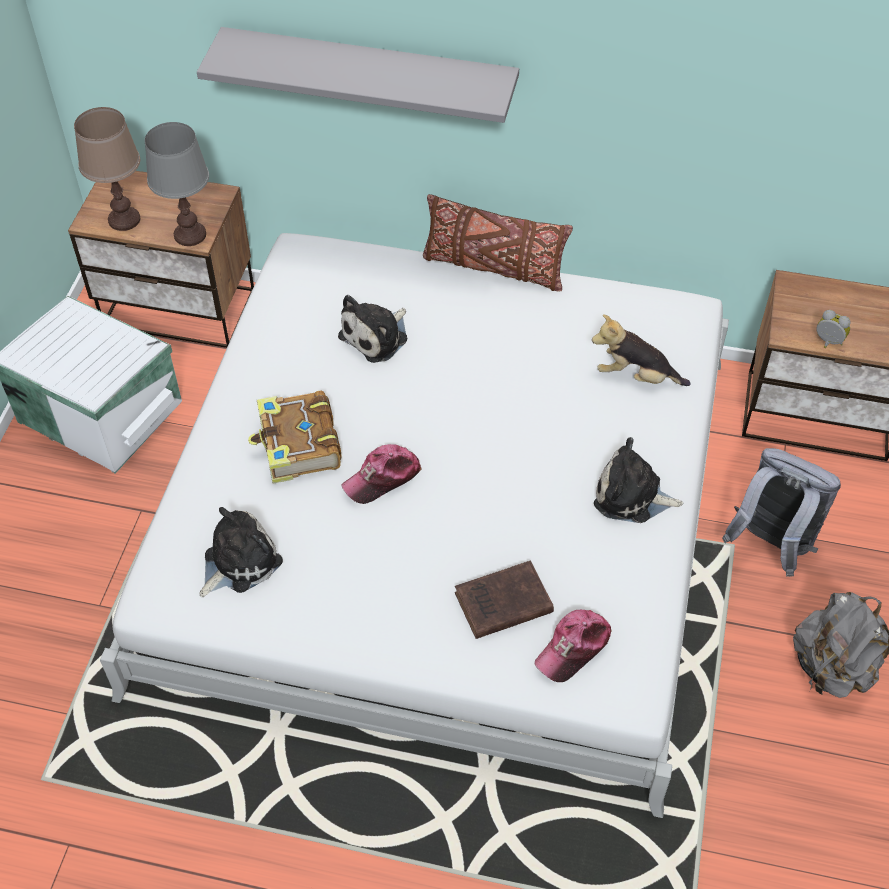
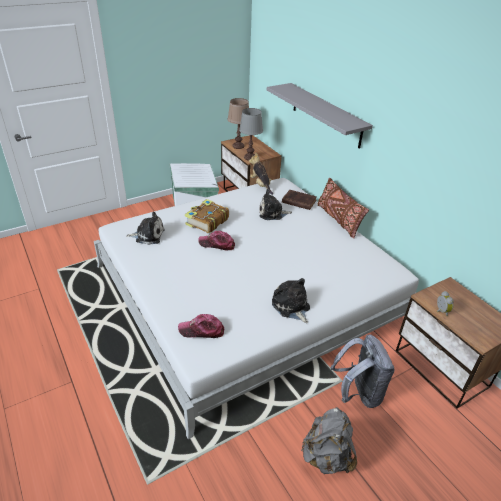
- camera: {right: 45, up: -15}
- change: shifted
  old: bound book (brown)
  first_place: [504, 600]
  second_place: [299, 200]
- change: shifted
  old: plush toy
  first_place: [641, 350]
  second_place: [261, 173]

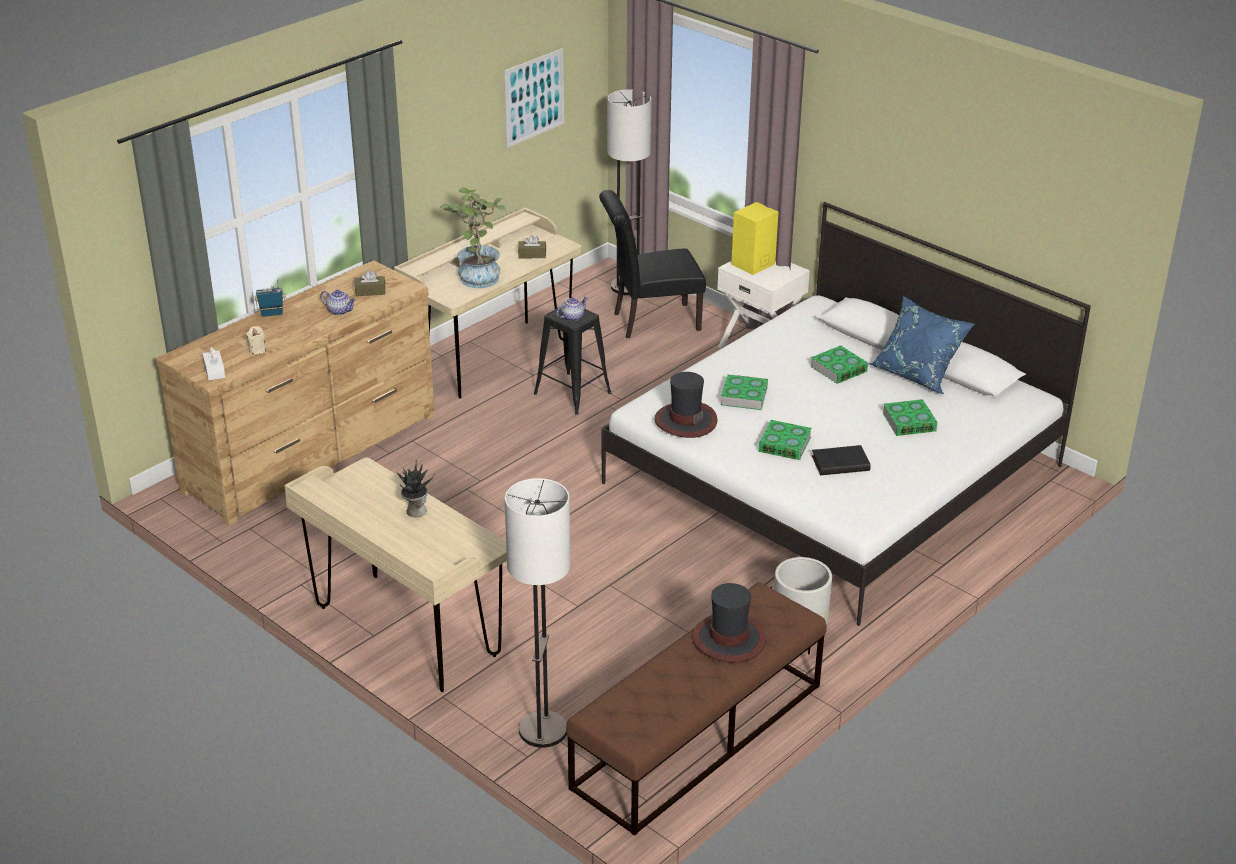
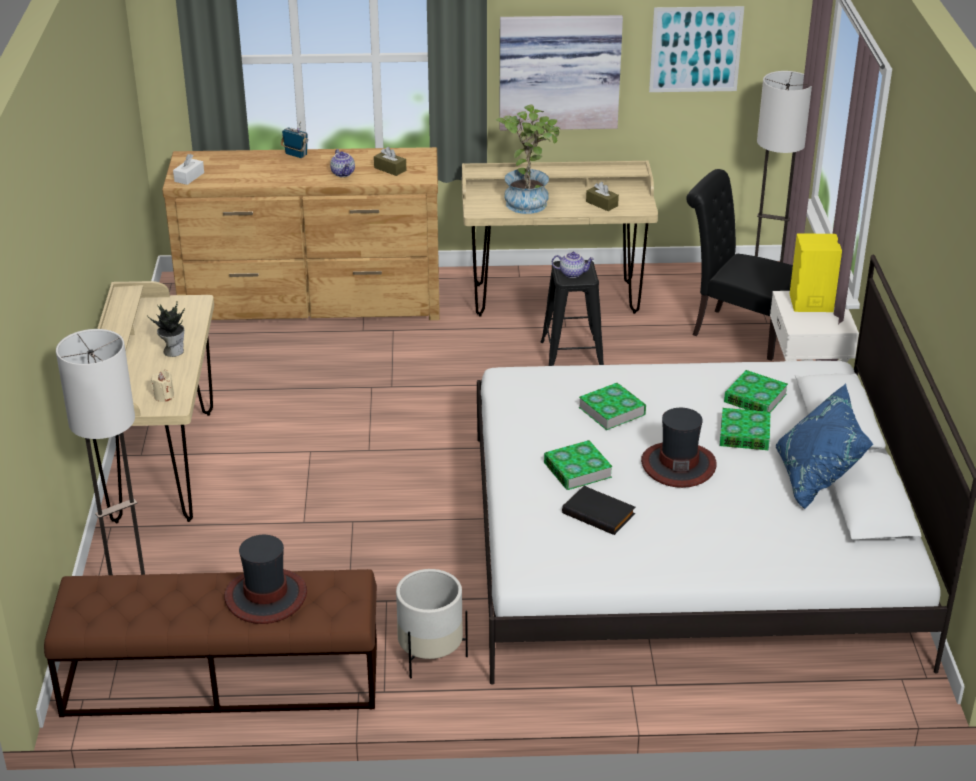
- camera: {right: 45, up: 0}
- change: new
  new: wall picture
  second_place: [561, 72]
- change: shifted
  old: wax light (beige)
  first_place: [256, 340]
  second_place: [162, 386]
- change: shifted
  old: clothing hat
  first_place: [686, 405]
  second_place: [679, 448]
- change: shifted
  old: bound book
  first_place: [910, 417]
  second_place: [756, 391]

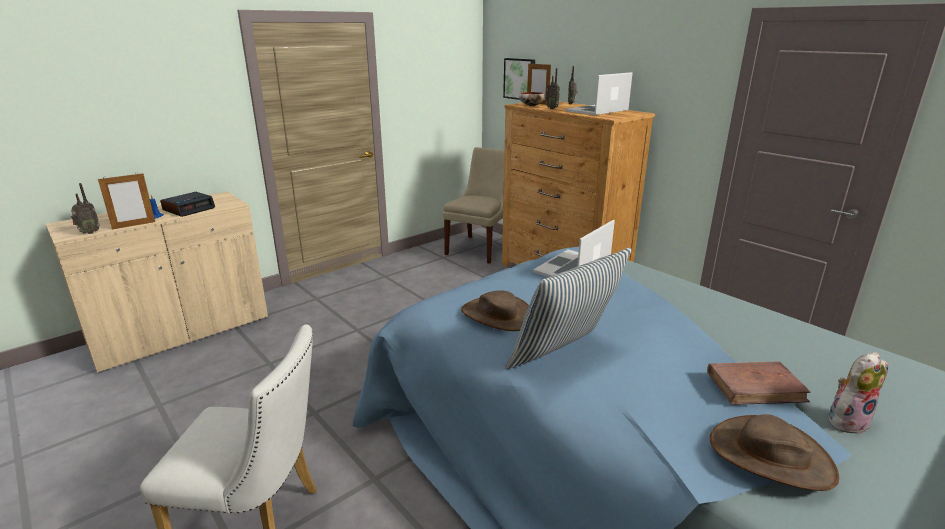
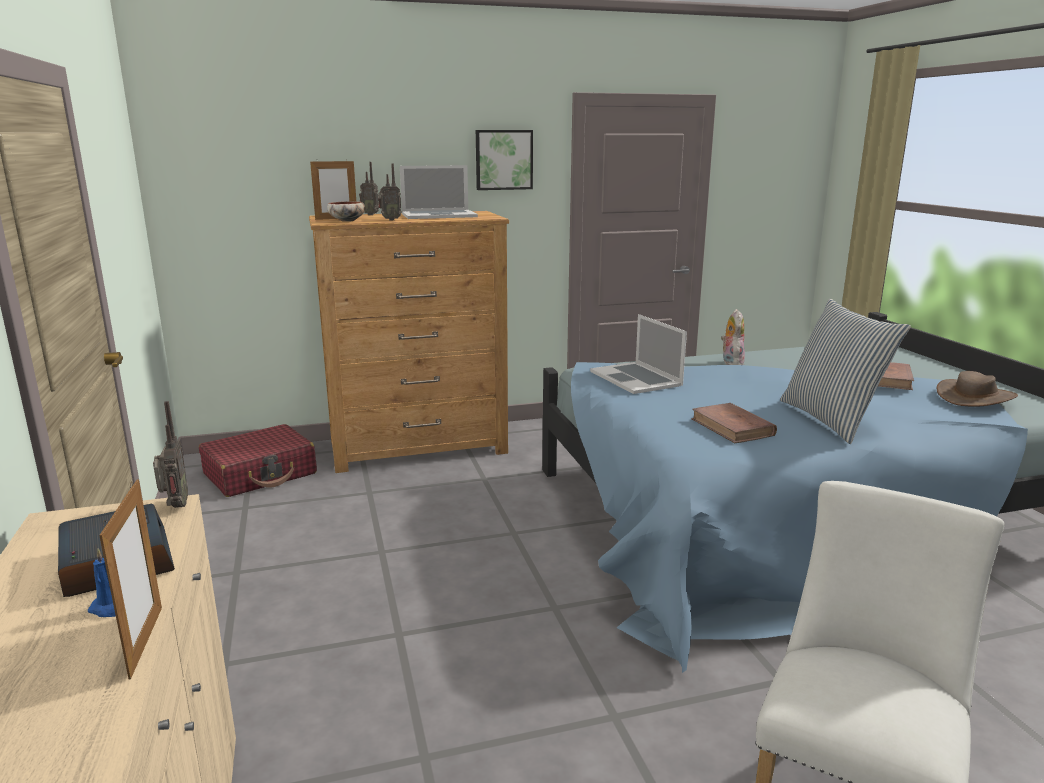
- camera: {right: -65, up: -5}
- change: shifted
  old: radio
  first_place: [85, 208]
  second_place: [170, 454]
- change: shifted
  old: wall picture
  first_place: [519, 79]
  second_place: [504, 160]
- change: shifted
  old: plush toy
  first_place: [858, 393]
  second_place: [733, 337]
- change: swapped
  old: chair (beige)
  new: travel case (red-coloured)
  first_place: [474, 205]
  second_place: [258, 460]
- change: swapped
  old: clothing hat (brown)
  new: bound book (brown)
  first_place: [495, 310]
  second_place: [734, 423]
- change: rotated
  old: laptop
  first_place: [599, 93]
  second_place: [439, 192]
  degrees: -90

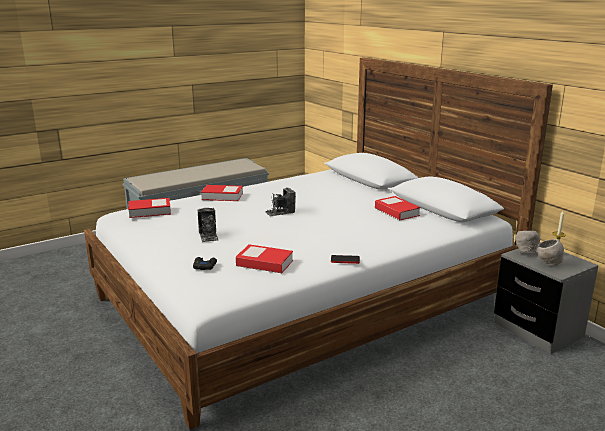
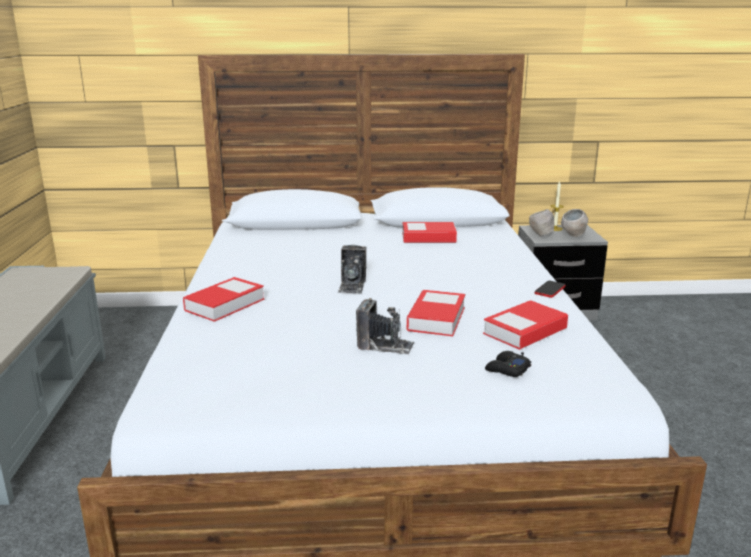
- camera: {right: -60, up: 0}
- change: shifted
  old: bound book
  first_place: [149, 208]
  second_place: [436, 313]

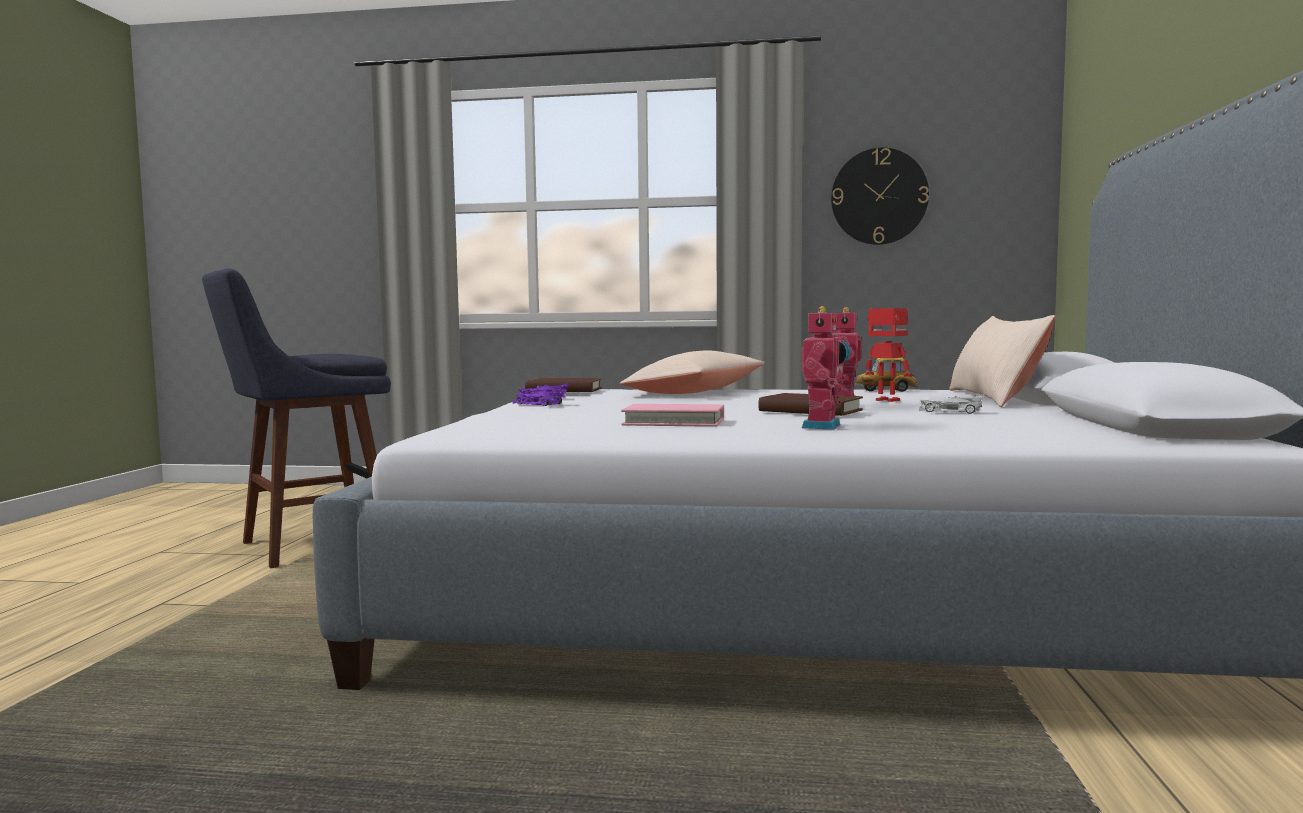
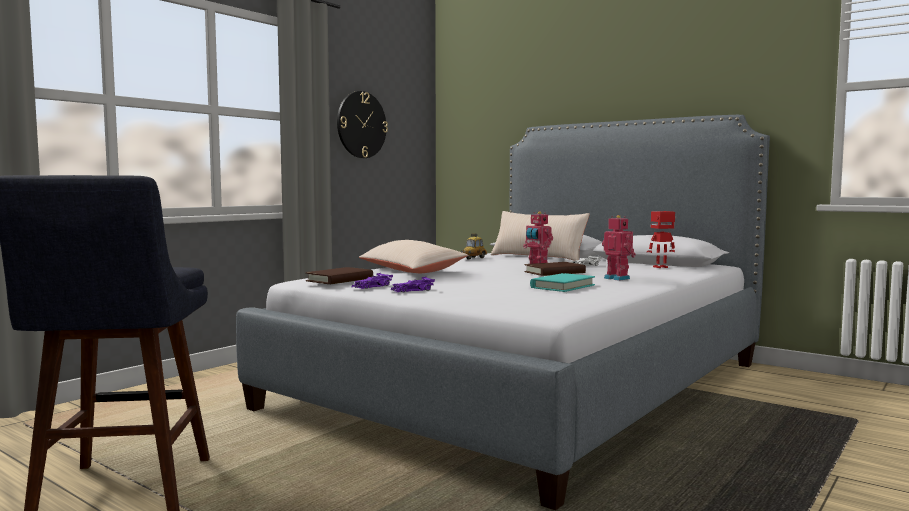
- camera: {right: -60, up: 0}
- change: shifted
  old: robot figure
  first_place: [888, 355]
  second_place: [661, 239]
- change: repainted
  old: bound book (pink-coloured)
  new: bound book (blue-green)
  first_place: [672, 415]
  second_place: [562, 282]

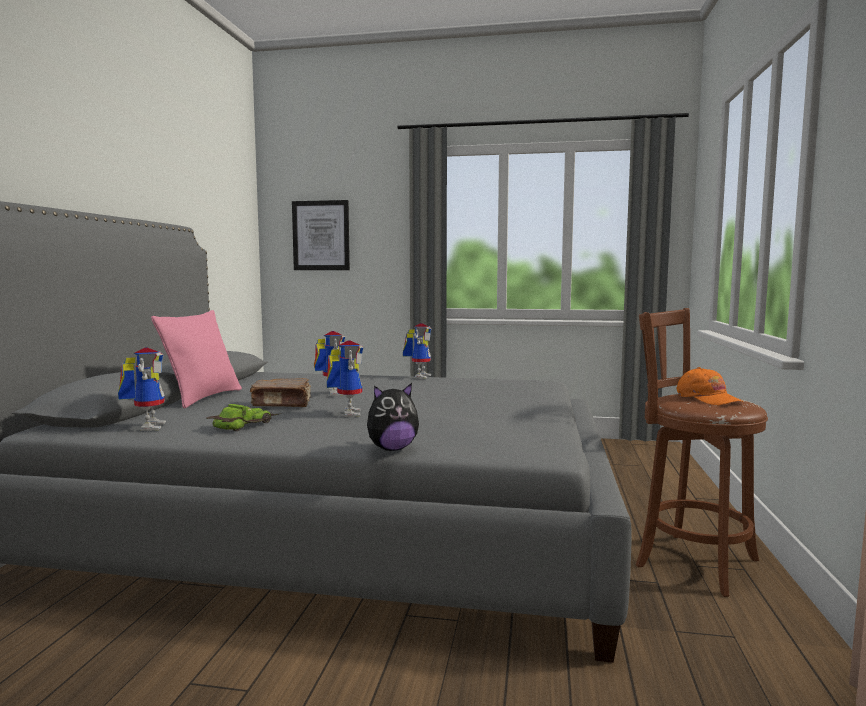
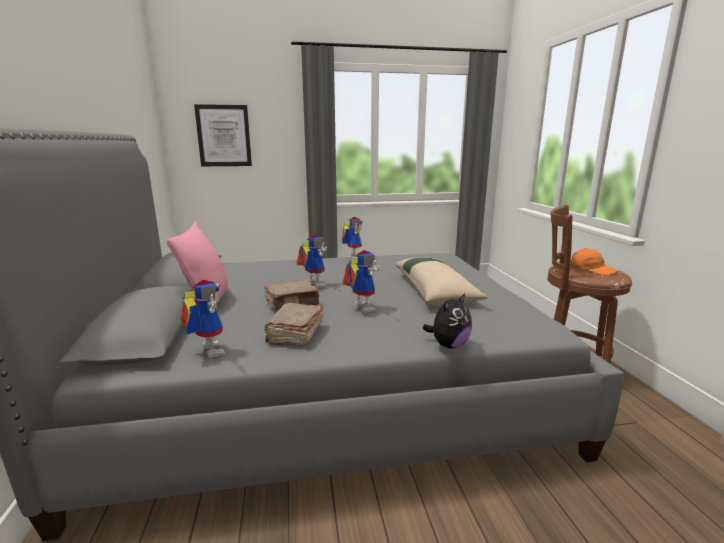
- camera: {right: -20, up: 10}
- change: new
  new: throw pillow (beige)
  second_place: [442, 281]
- change: swapped
  old: miniature car
  new: bound book (brown)
  first_place: [243, 417]
  second_place: [294, 325]

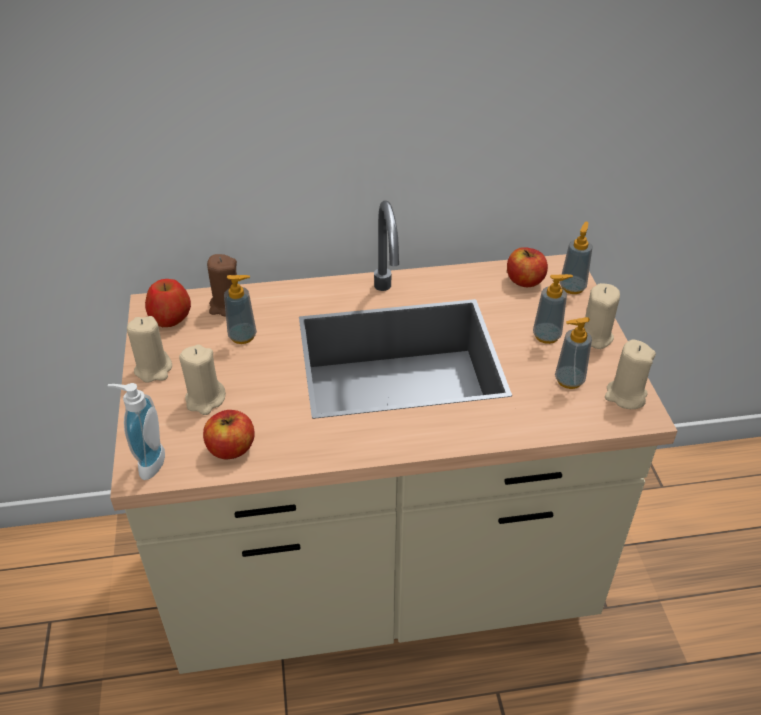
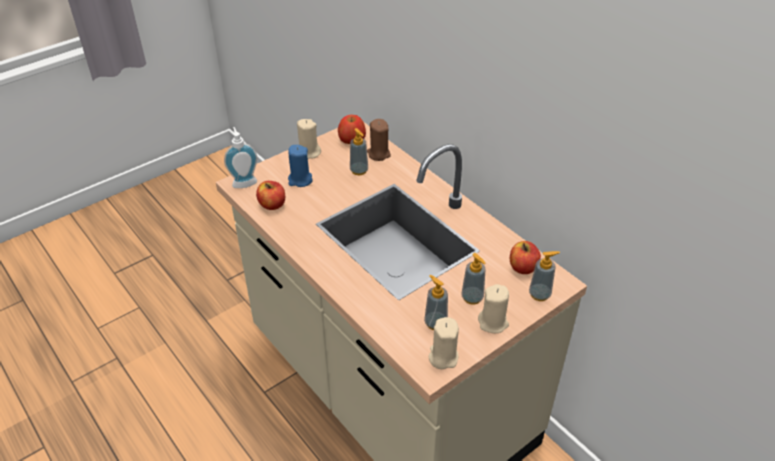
- camera: {right: 60, up: 0}
- change: repainted
  old: wax light (beige)
  new: wax light (blue)
  first_place: [202, 379]
  second_place: [300, 166]

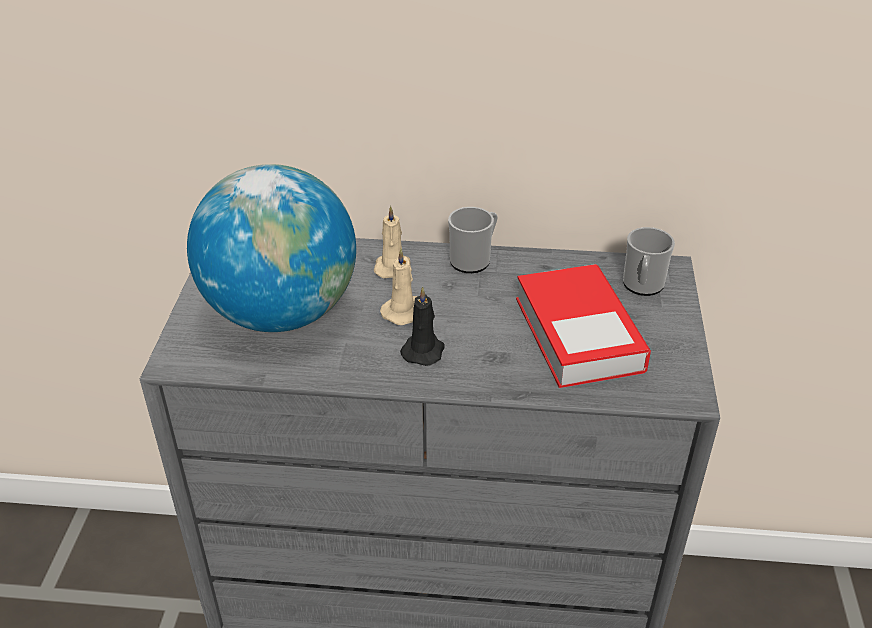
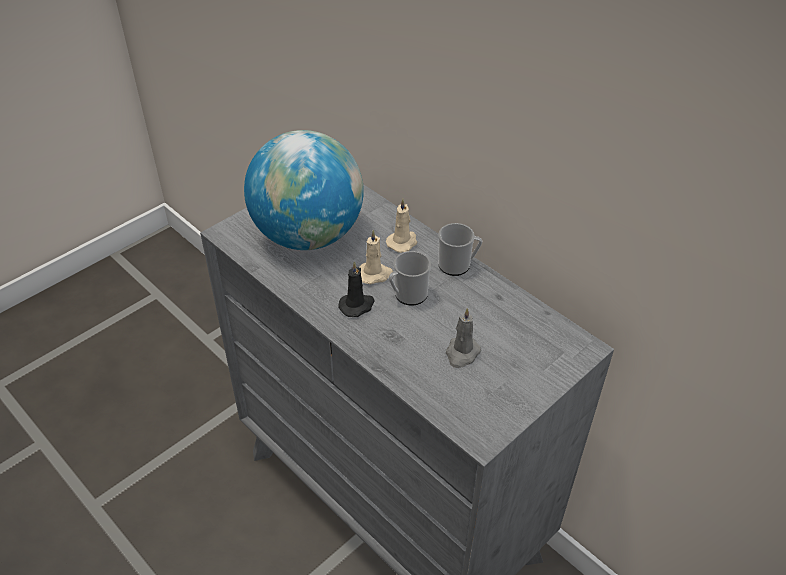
- camera: {right: 40, up: 5}
- change: shifted
  old: tea mug
  first_place: [649, 261]
  second_place: [410, 278]
- change: swapped
  old: bound book
  new: wax light (greyish)
  first_place: [583, 326]
  second_place: [463, 338]

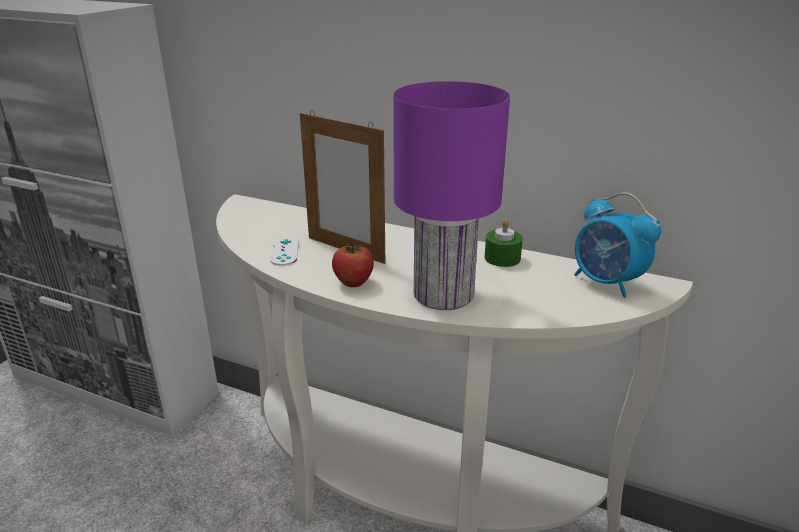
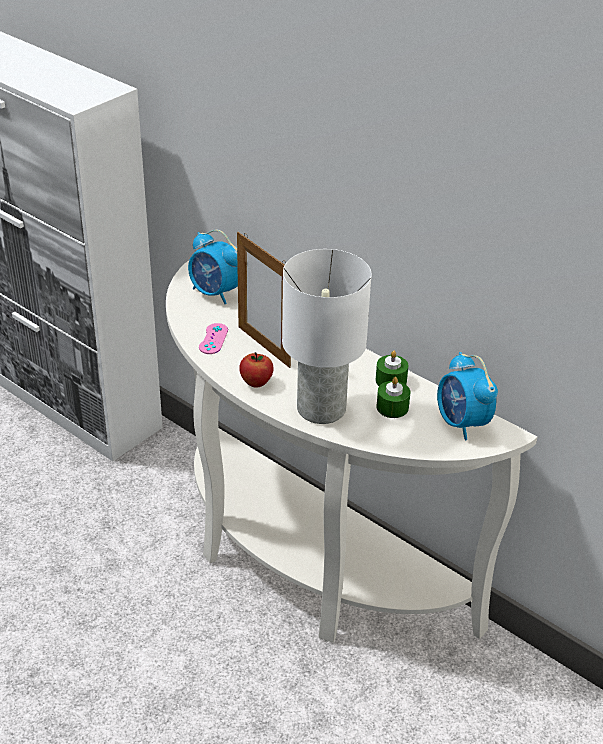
- camera: {right: 15, up: 10}
- change: new
  new: table clock
  second_place: [213, 267]
- change: new
  new: wax light (green)
  second_place: [393, 397]
- change: repainted
  old: joypad (white-coloured)
  new: joypad (pink-coloured)
  first_place: [284, 251]
  second_place: [213, 338]
- change: repainted
  old: tabletop lamp (purple-coloured)
  new: tabletop lamp (white-coloured)
  first_place: [451, 195]
  second_place: [327, 336]

